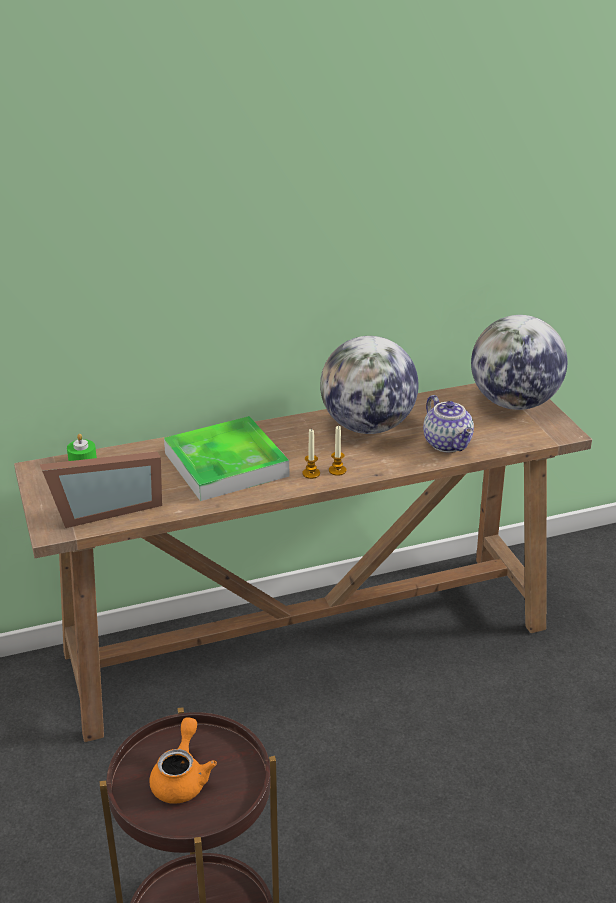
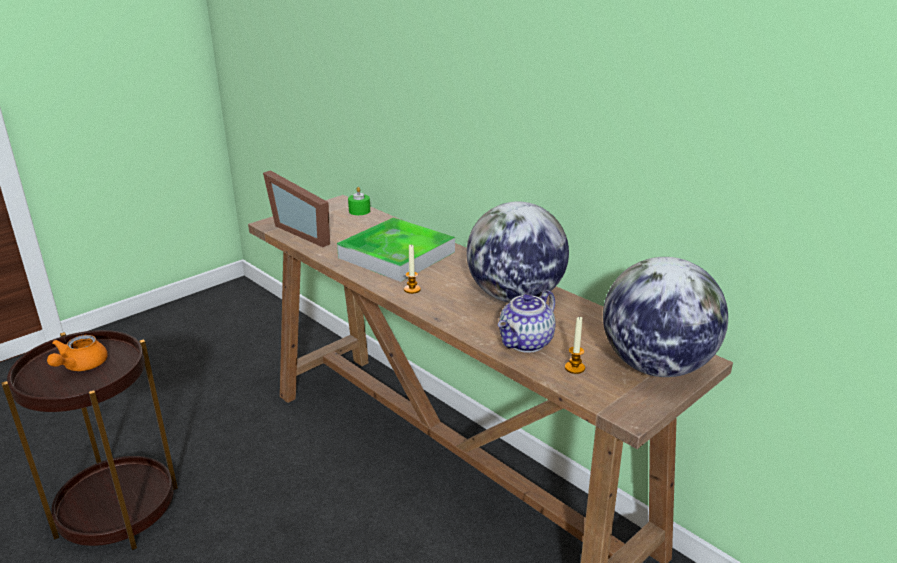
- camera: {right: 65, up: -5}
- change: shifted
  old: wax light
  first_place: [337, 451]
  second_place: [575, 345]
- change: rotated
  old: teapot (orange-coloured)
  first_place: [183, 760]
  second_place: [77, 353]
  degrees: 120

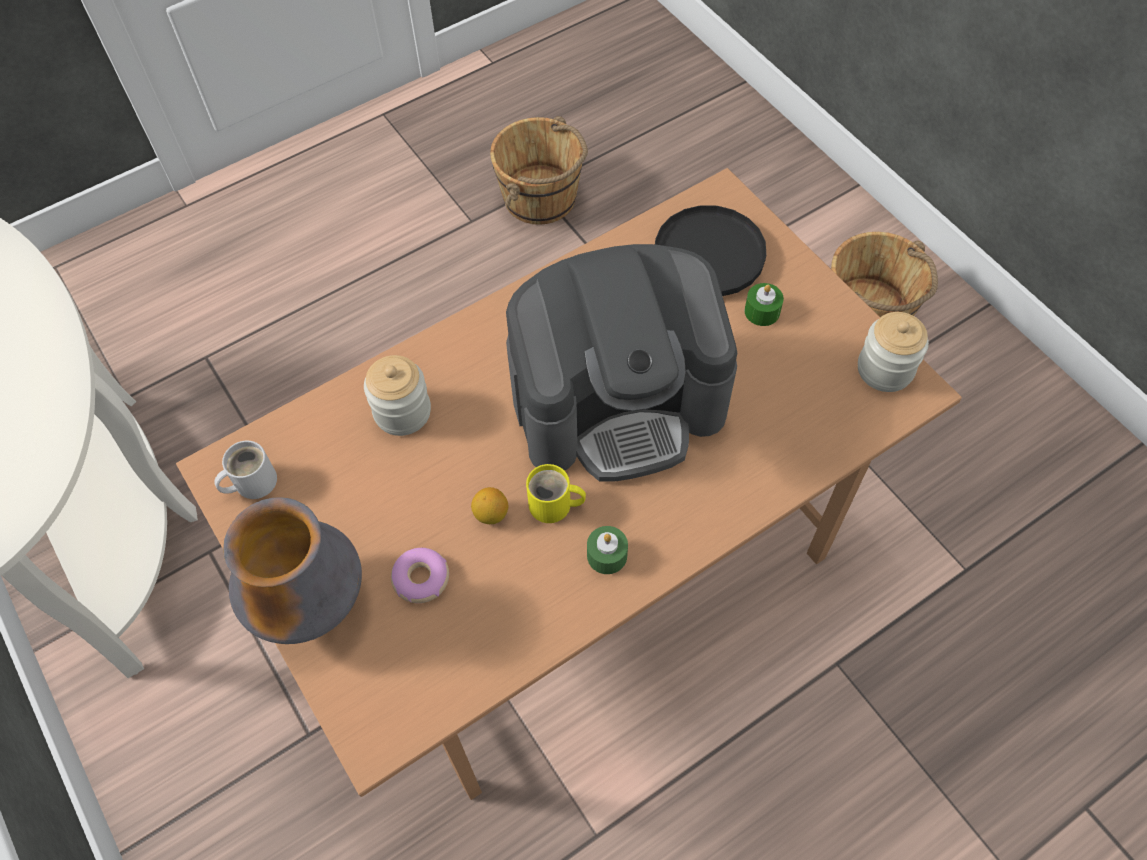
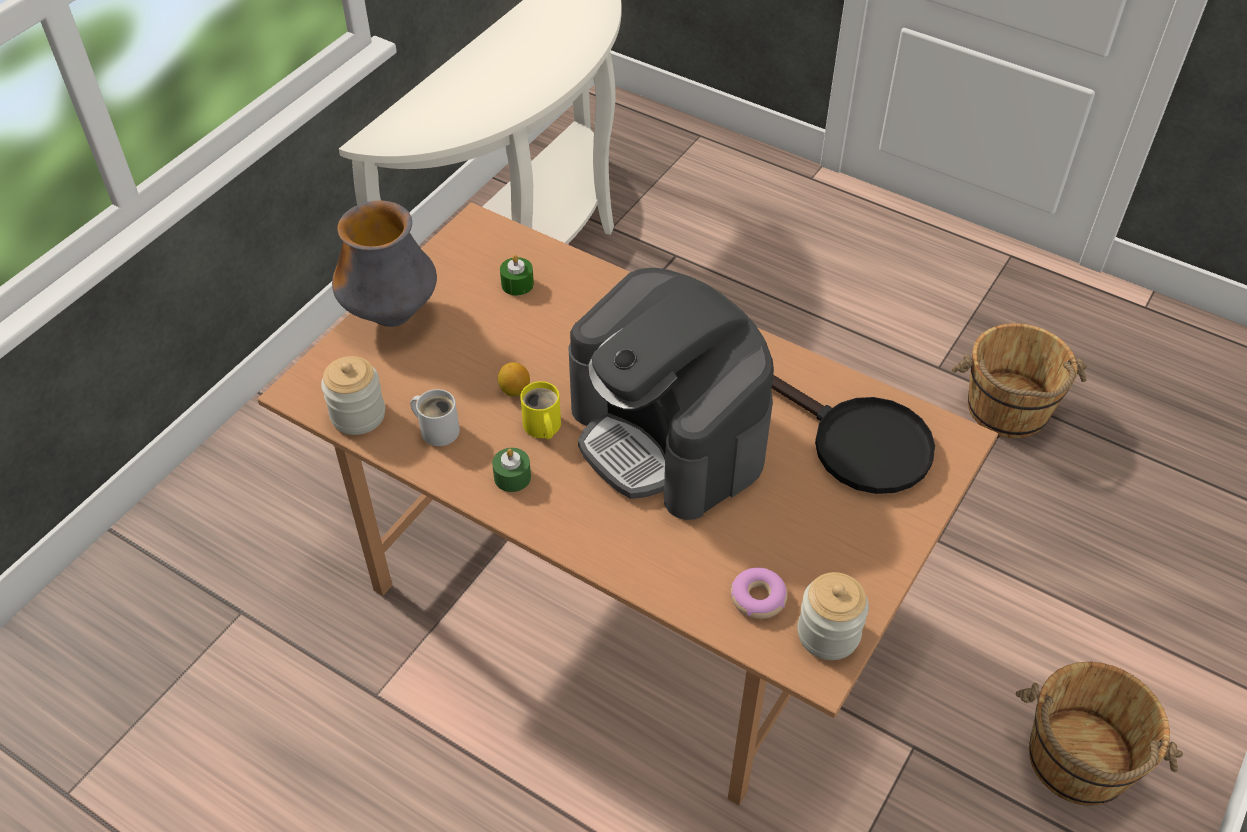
- camera: {right: 65, up: -10}
- change: shifted
  old: tea mug (white-coloured)
  first_place: [245, 470]
  second_place: [435, 417]
- change: shifted
  old: preserve jar
  first_place: [397, 395]
  second_place: [353, 395]
- change: shifted
  old: donut
  first_place: [420, 575]
  second_place: [759, 593]
- change: shifted
  old: wax light (green)
  first_place: [764, 304]
  second_place: [517, 275]

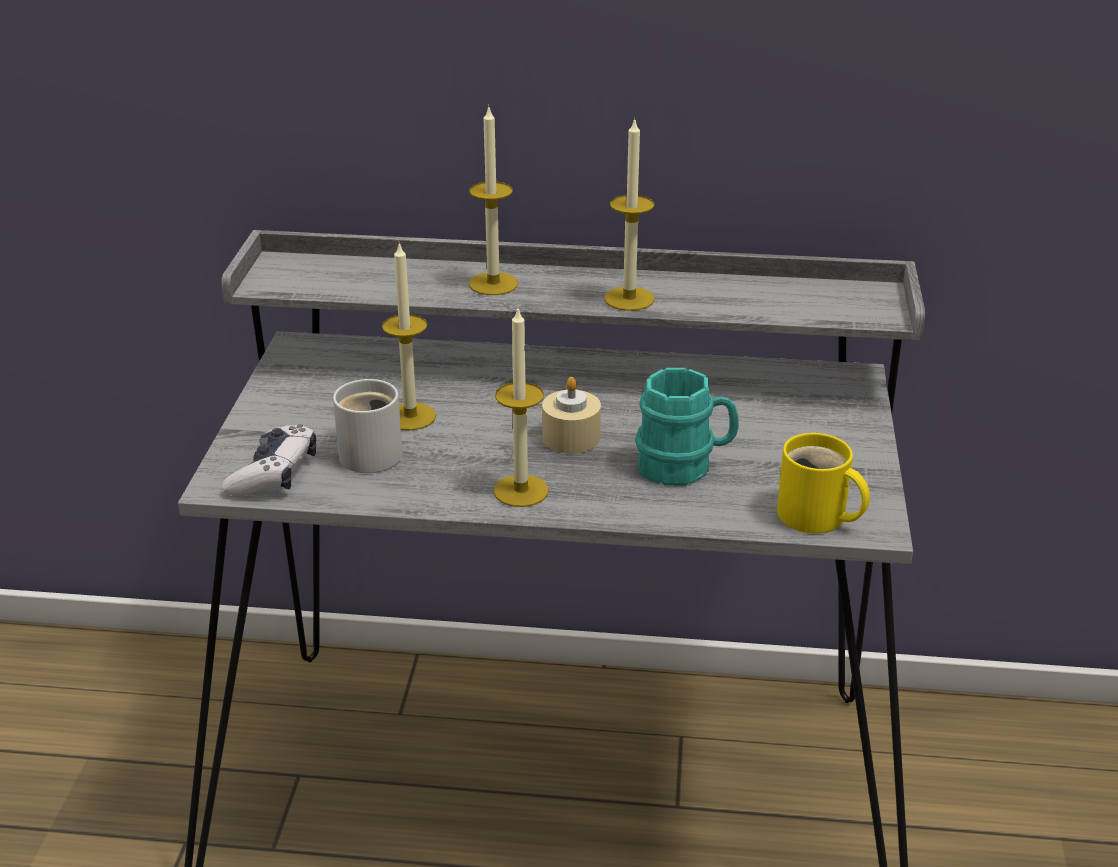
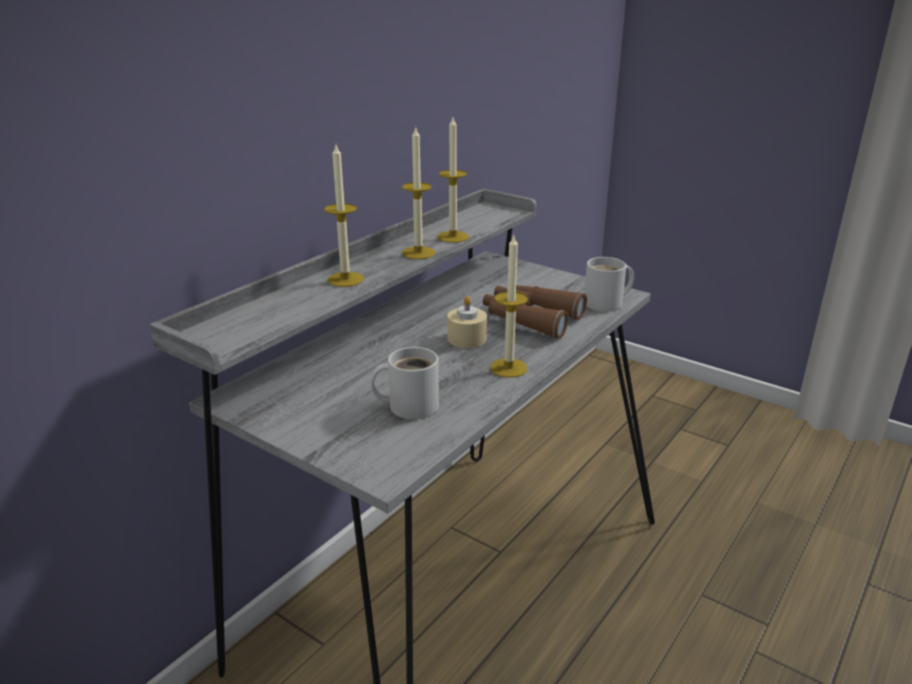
- camera: {right: -60, up: -5}
- change: gone
  old: joypad
  first_place: [269, 460]
- change: shifted
  old: wax light
  first_place: [409, 337]
  second_place: [453, 180]
- change: swapped
  old: tea mug (blue-green)
  new: field glasses (brown)
  first_place: [687, 427]
  second_place: [535, 312]
- change: repainted
  old: tea mug (yellowish)
  new: tea mug (white-coloured)
  first_place: [823, 483]
  second_place: [609, 284]

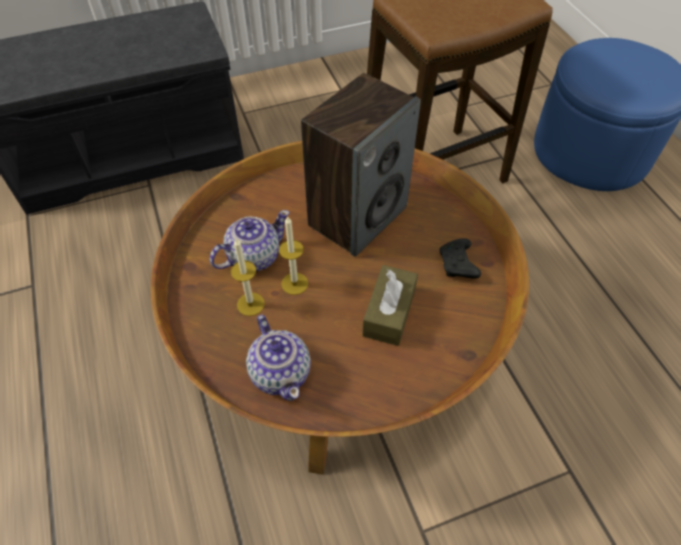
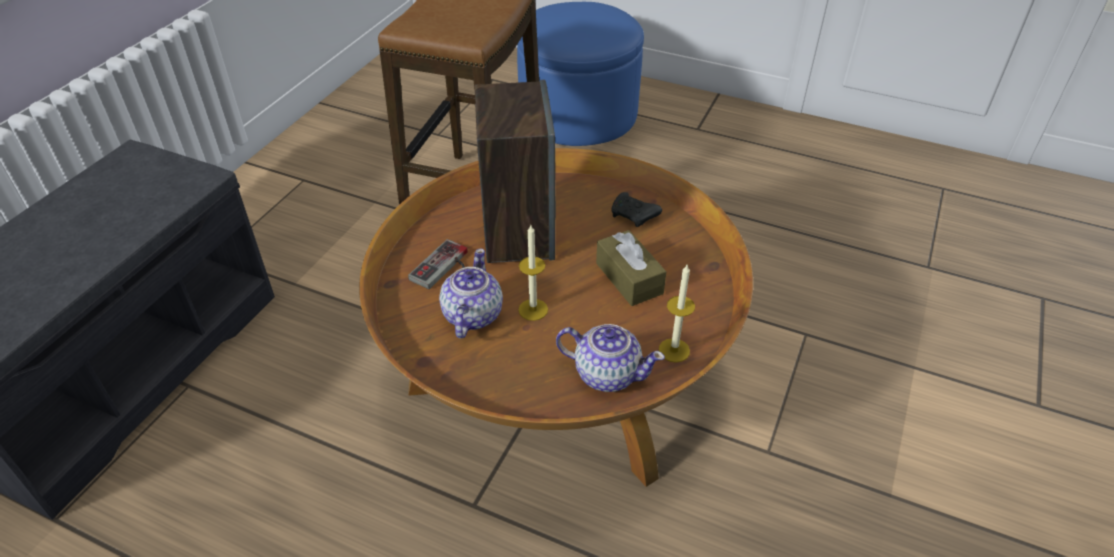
- camera: {right: -45, up: -10}
- change: new
  new: joypad
  second_place: [438, 264]
- change: shifted
  old: wax light
  first_place: [248, 277]
  second_place: [677, 314]

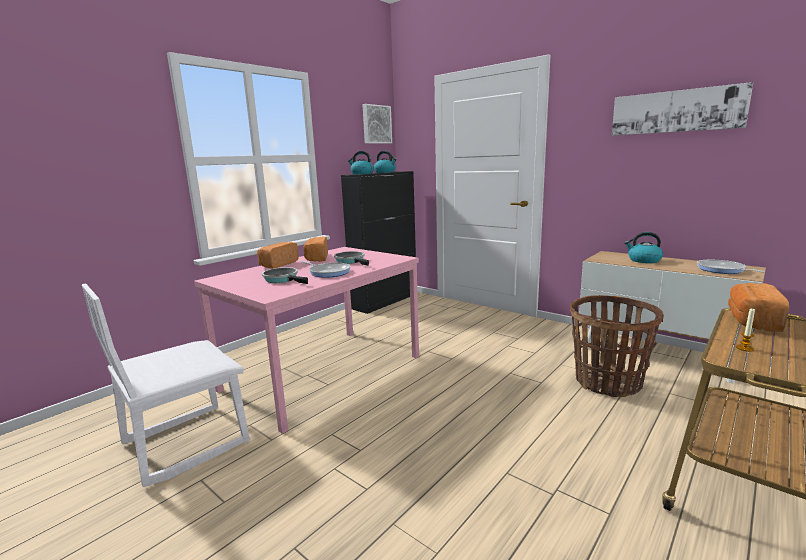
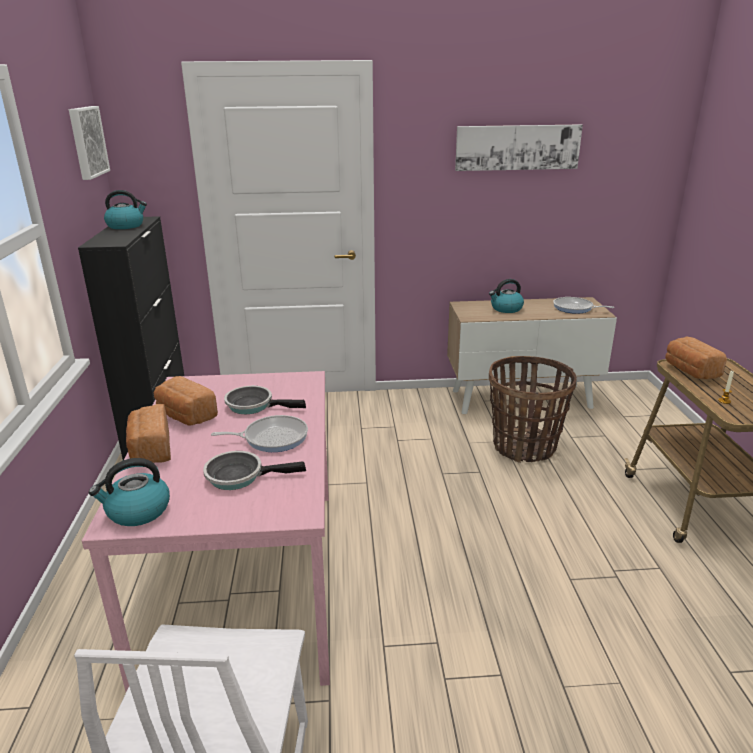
- camera: {right: -45, up: 10}
- change: shifted
  old: tea kettle
  first_place: [361, 162]
  second_place: [129, 492]

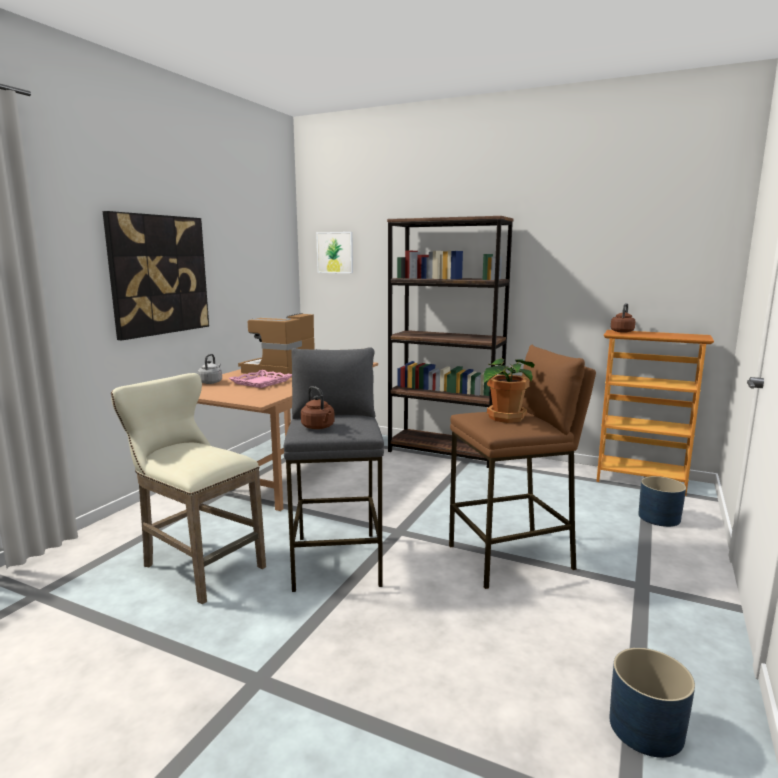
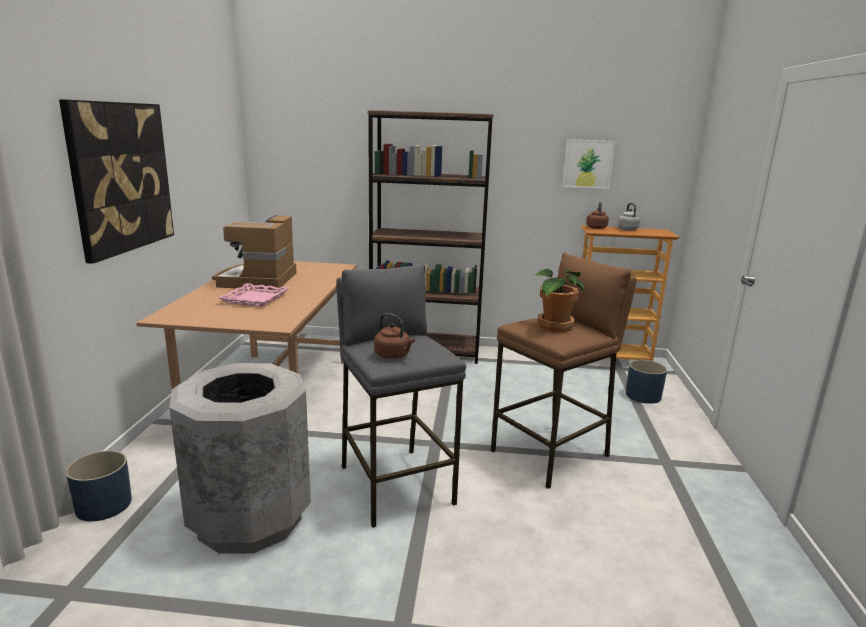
- camera: {right: -20, up: 5}
- change: shifted
  old: tea kettle (greyish)
  first_place: [210, 369]
  second_place: [628, 216]
- change: shifted
  old: wall picture
  first_place: [334, 252]
  second_place: [588, 164]
- change: shifted
  old: planter (blue)
  first_place: [652, 703]
  second_place: [99, 485]
- change: swapped
  old: stool (beige)
  new: trash can (greyish)
  first_place: [188, 488]
  second_place: [240, 458]

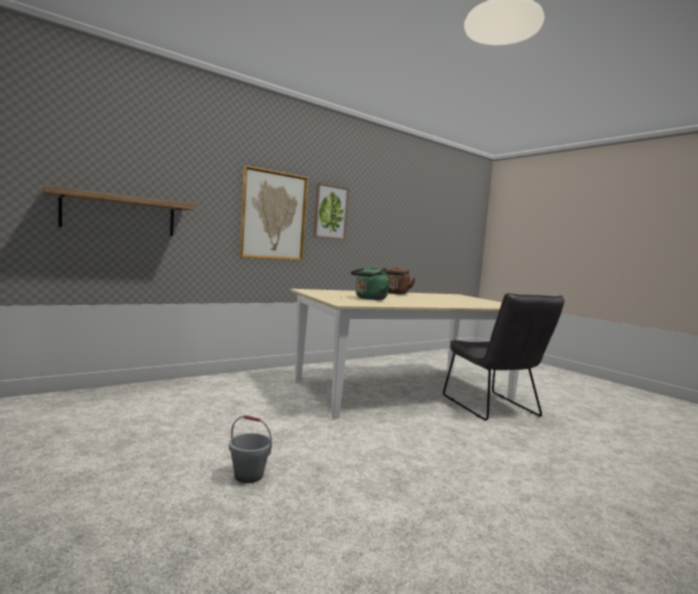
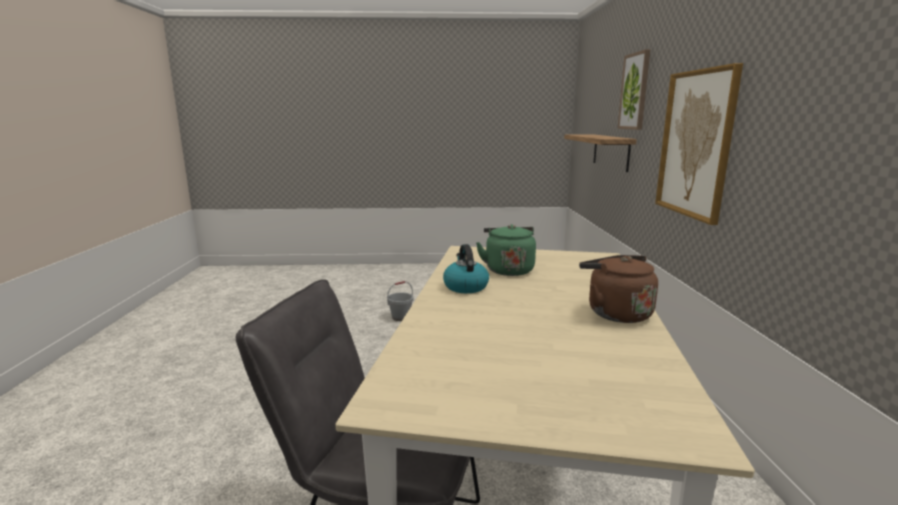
- camera: {right: 125, up: 10}
- change: new
  new: tea kettle
  second_place: [466, 268]
- change: shifted
  old: wall picture
  first_place: [331, 211]
  second_place: [634, 89]

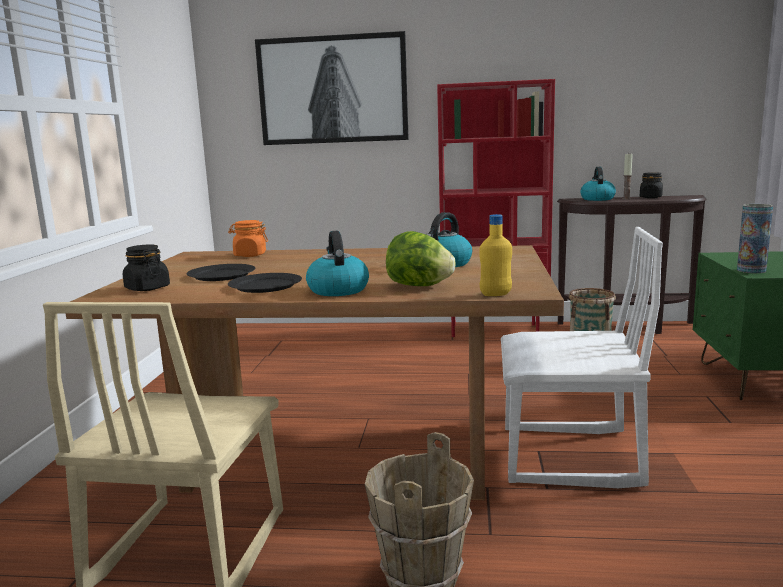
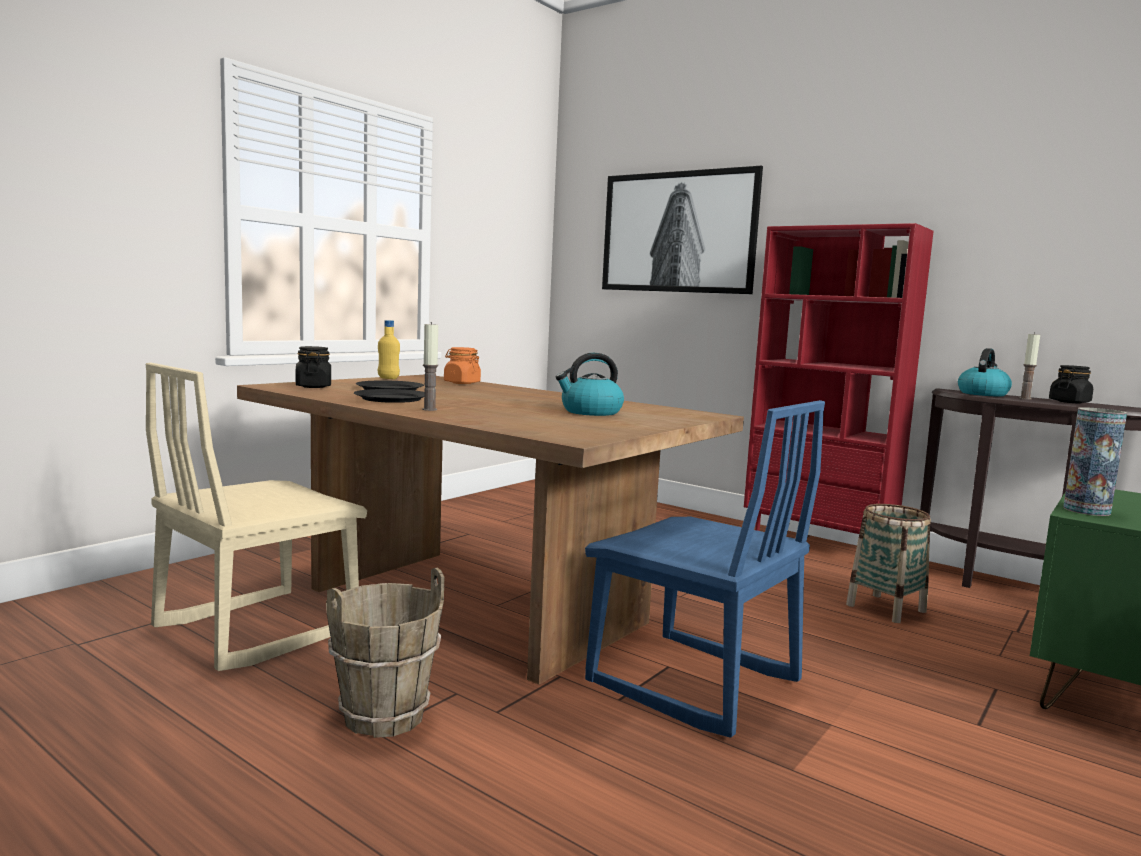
- camera: {right: 30, up: -5}
- change: gone
  old: head of lettuce
  first_place: [421, 258]
- change: shifted
  old: beverage bottle (yellowish)
  first_place: [495, 255]
  second_place: [389, 349]
- change: swapped
  old: tea kettle
  new: wax light
  first_place: [337, 263]
  second_place: [430, 366]
- change: repainted
  old: chair (white-coloured)
  new: chair (blue)
  first_place: [582, 357]
  second_place: [705, 568]

